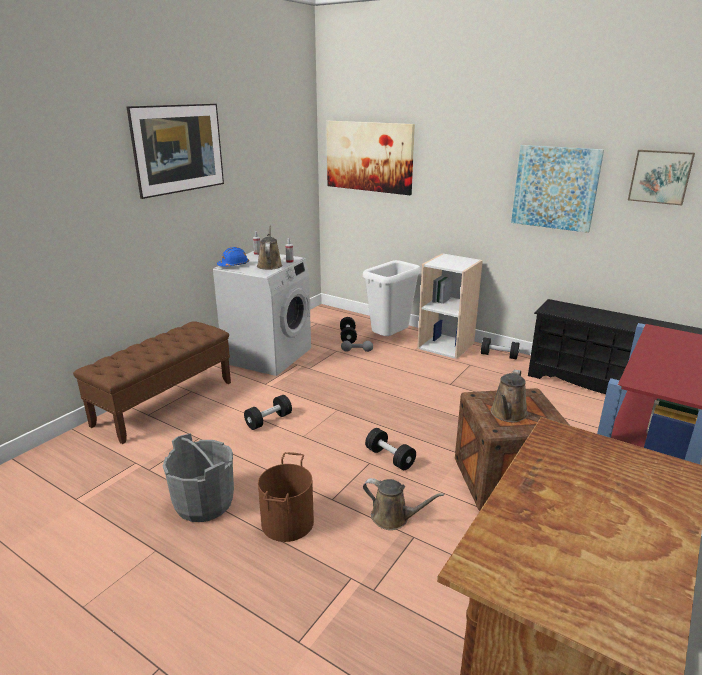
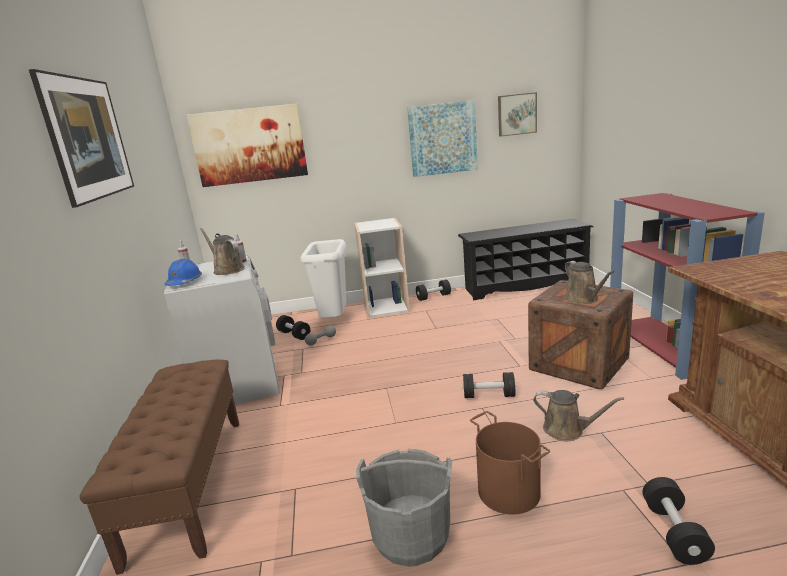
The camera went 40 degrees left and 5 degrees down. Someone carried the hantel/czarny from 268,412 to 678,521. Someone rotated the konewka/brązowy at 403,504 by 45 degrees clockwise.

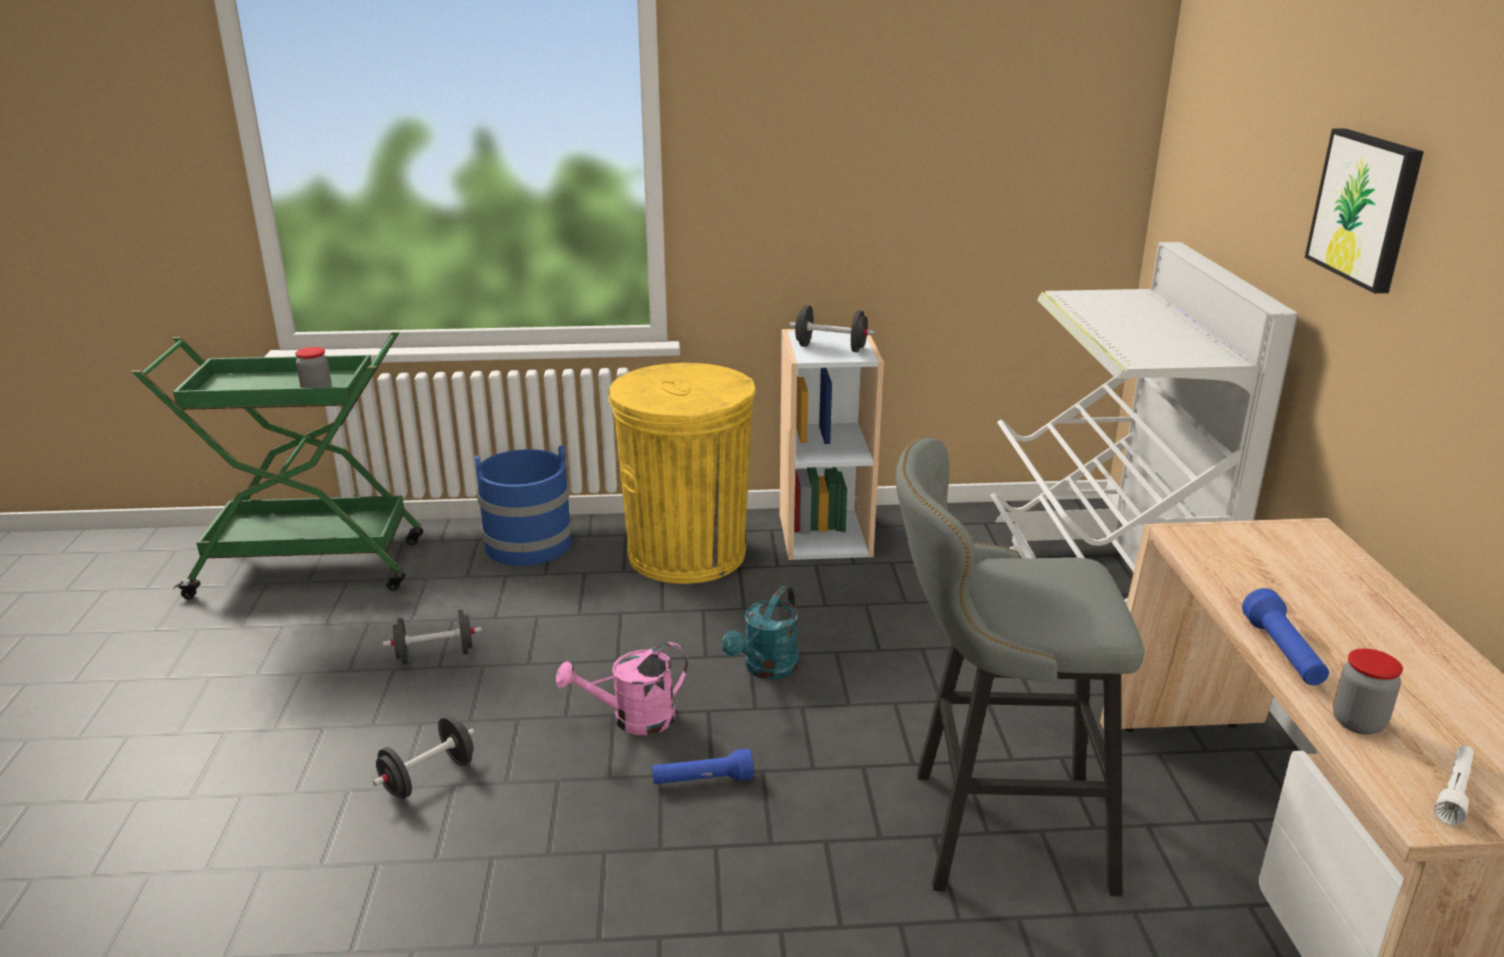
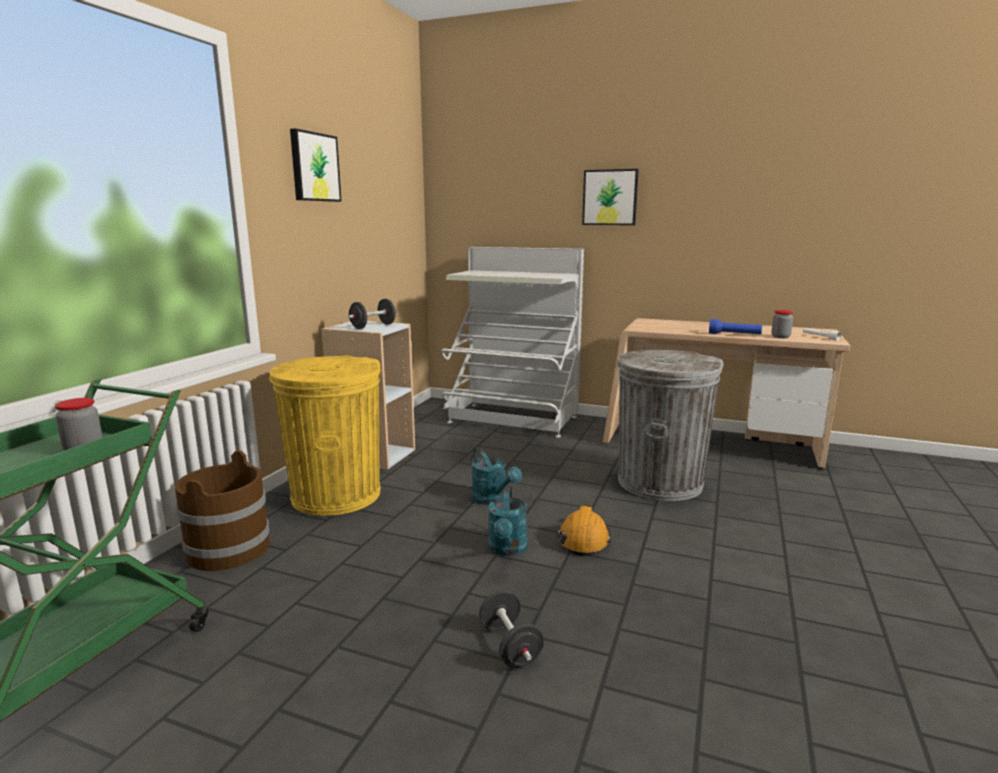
The camera went 65 degrees left and 10 degrees down. Someone took away the hantel/czarny at 432,636. Someone repainted the wiadro/niebieski at 523,505, which became the wiadro/brązowy at 222,510. Someone repainted the konewka/różowy at 622,688, which became the konewka/turkusowy at 508,521. Someone swapped the latarka/niebieski at 703,766 for the kask/pomarańczowy at 584,530. Someone swapped the stołek/szary at 1019,666 for the kosz na śmieci/szary at 670,425. Someone put up the obraz at 316,165.

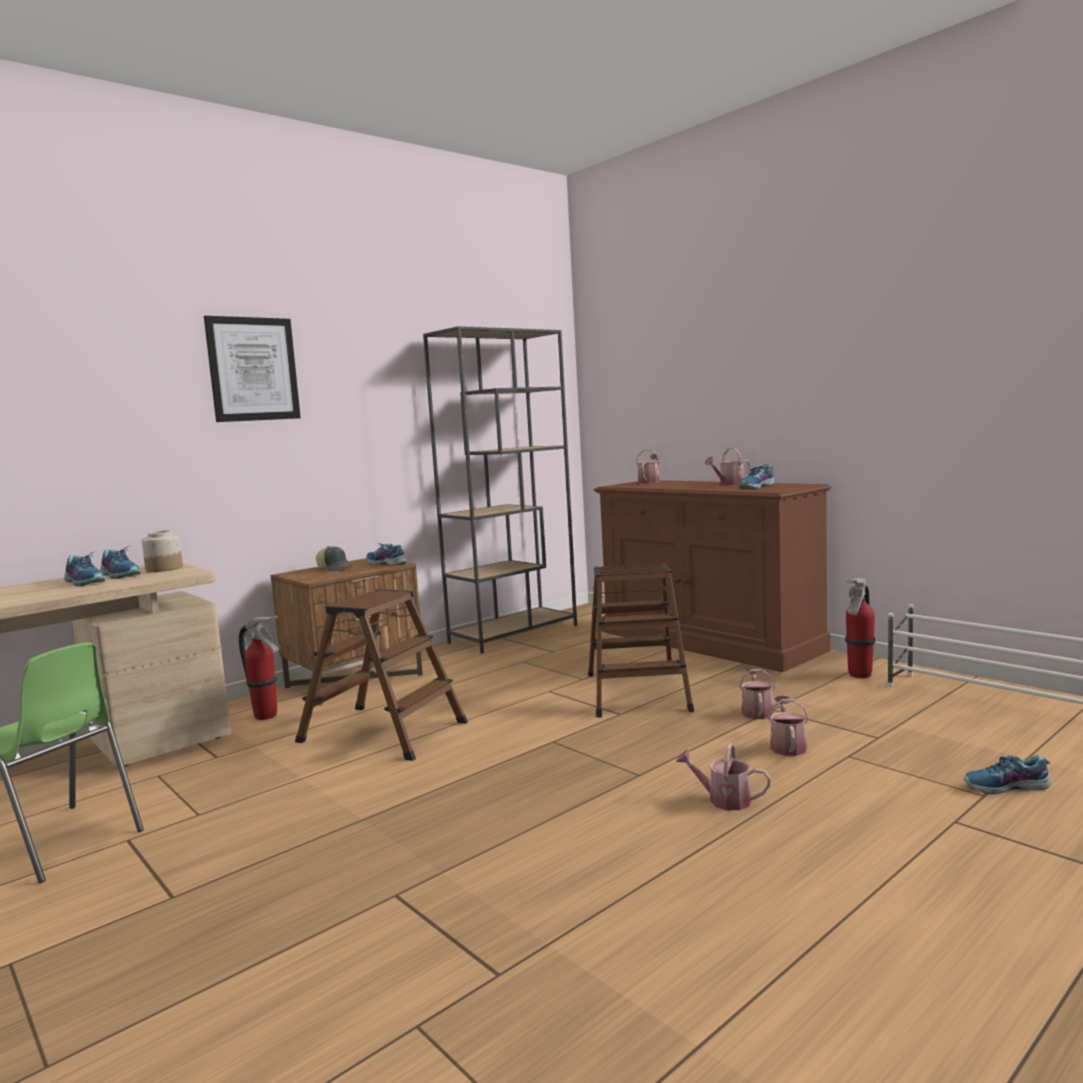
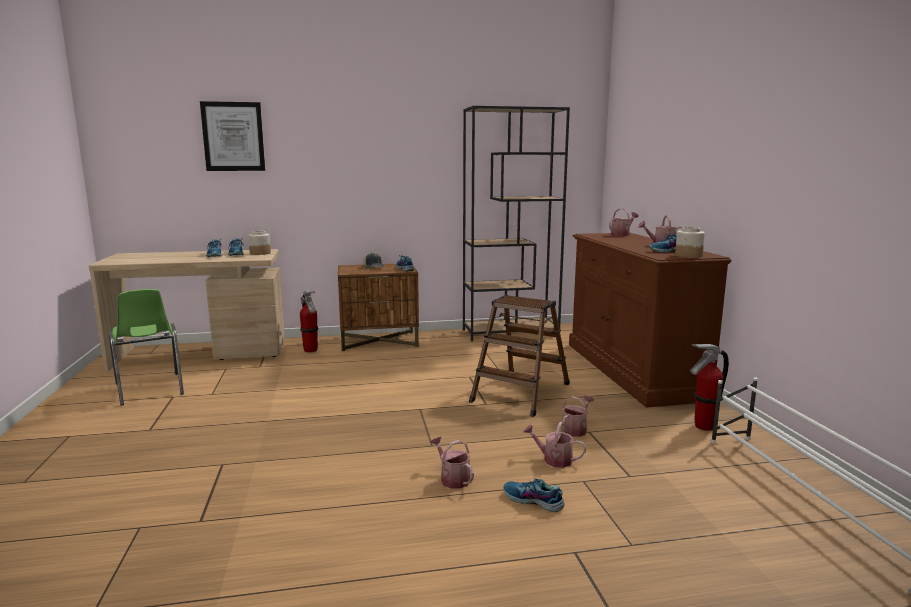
The camera went 30 degrees right and 5 degrees up. Someone carried the obraz from 252,369 to 232,136. Someone took away the drabinka/brązowy at 381,675. Someone rotated the konewka at 788,726 by 105 degrees counterclockwise. Someone carried the but from 1007,774 to 534,495. Someone put down the słoik at 690,242.

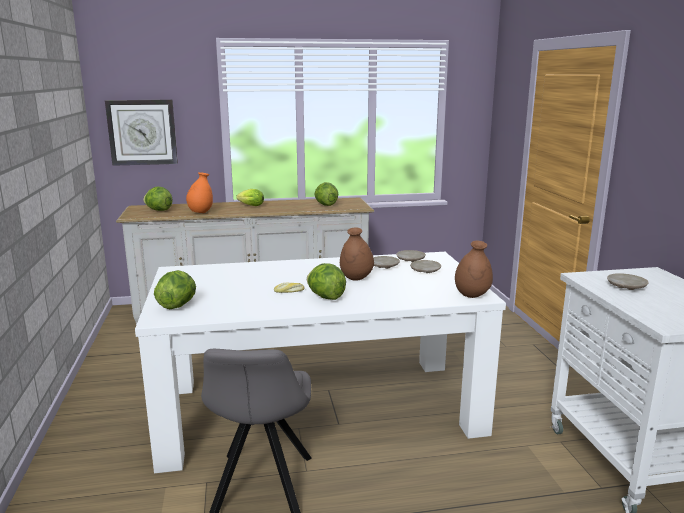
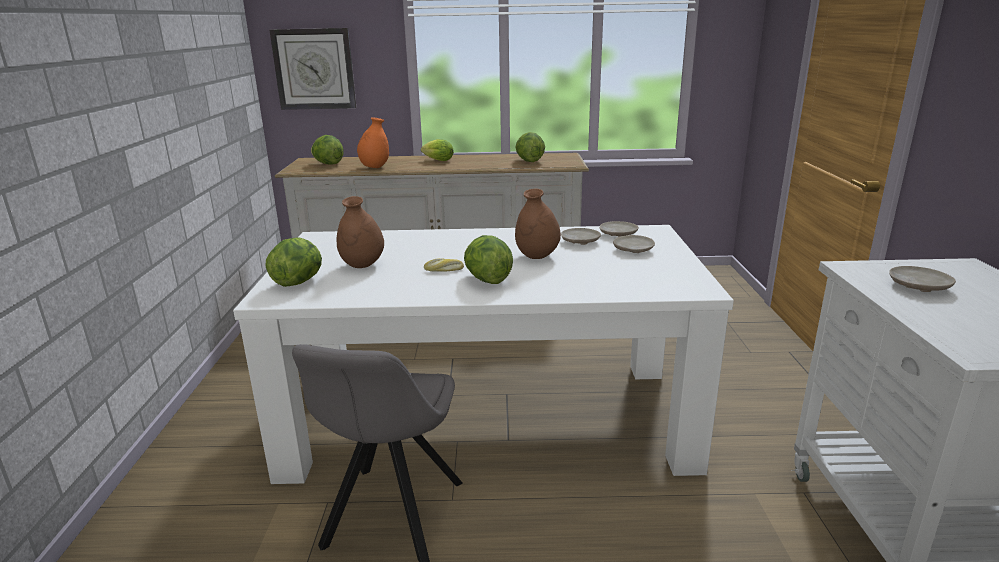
The camera went 10 degrees right and 5 degrees up. Someone carried the wazon/brązowy from 474,269 to 360,232.

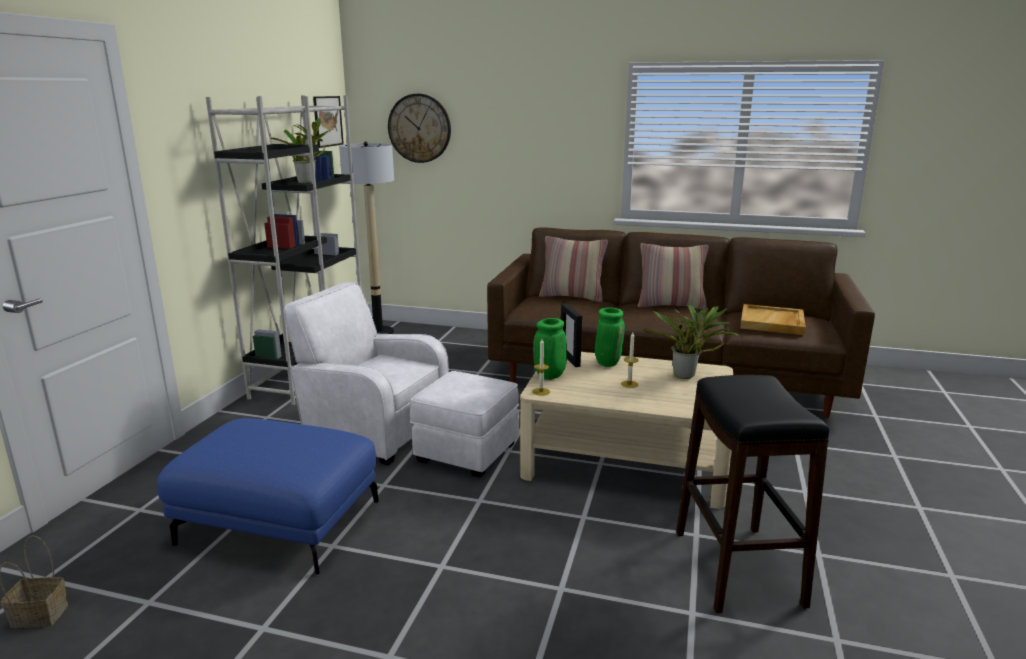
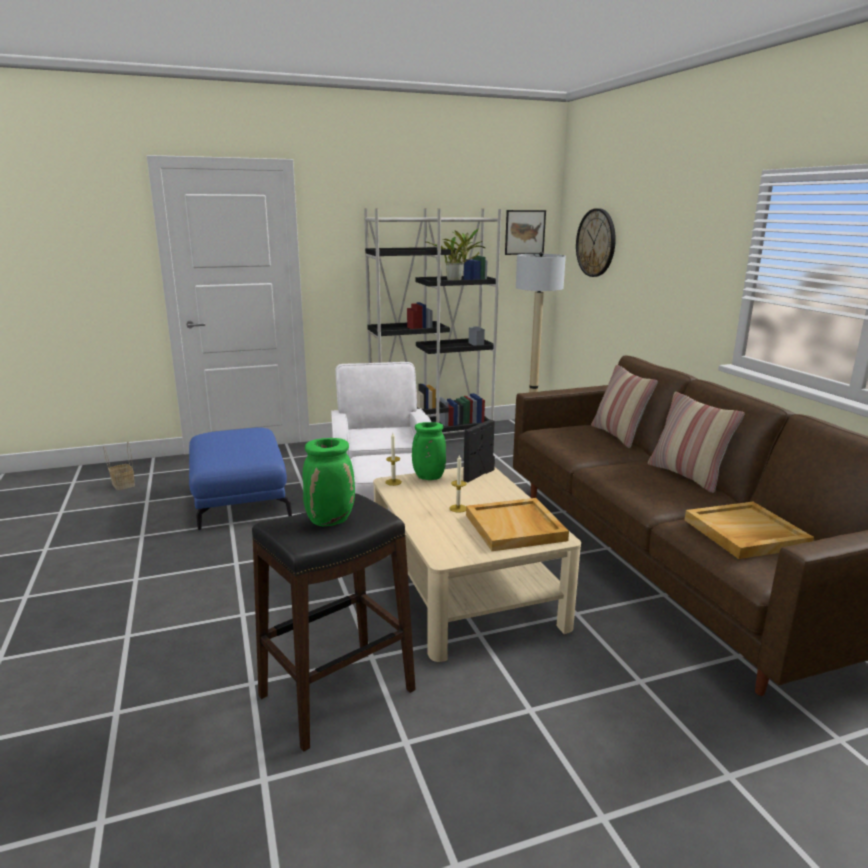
The camera went 55 degrees right and 0 degrees up. Someone carried the wazon/zielony from 610,337 to 329,482. Someone swapped the roślina doniczkowa at 692,342 for the taca/beżowy at 517,524.

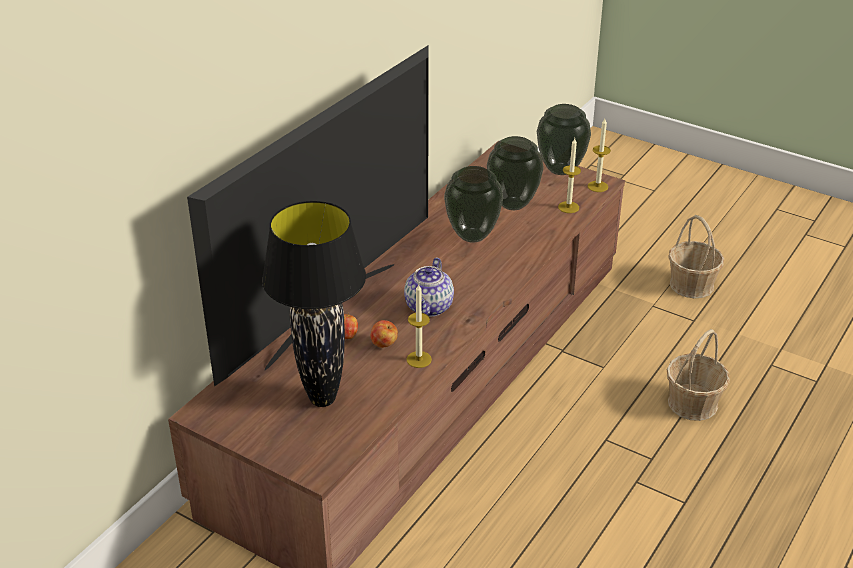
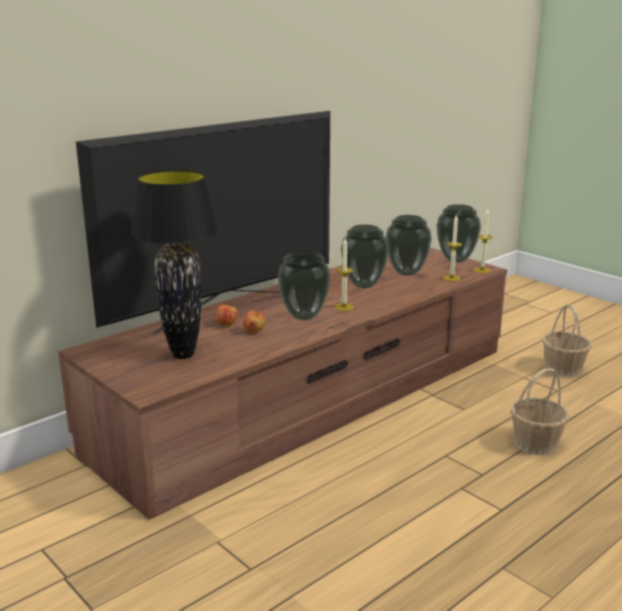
The camera went 15 degrees right and 15 degrees down. Someone swapped the imbryk at 429,287 for the wazon at 304,285. Someone carried the świeca from 419,326 to 344,274.

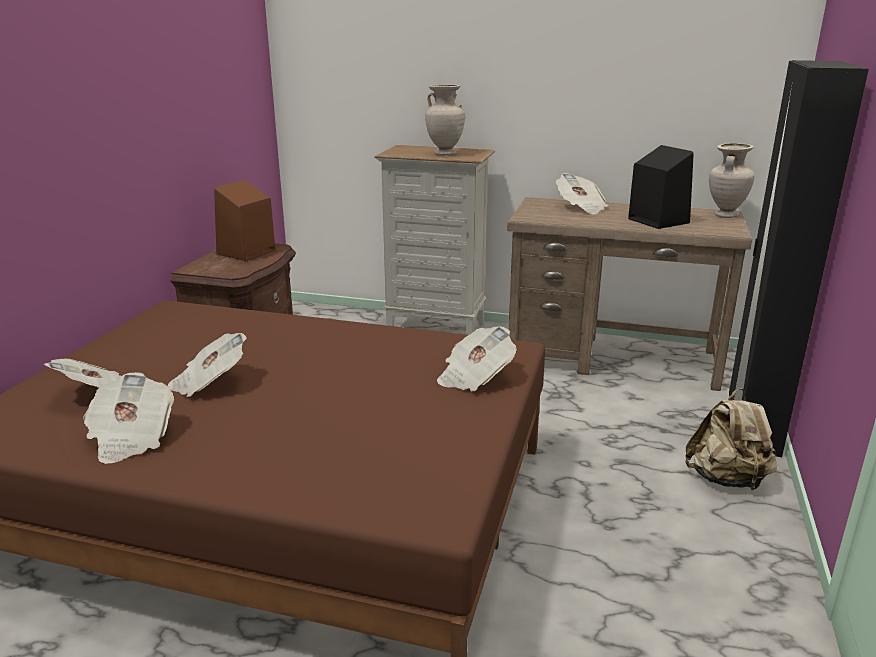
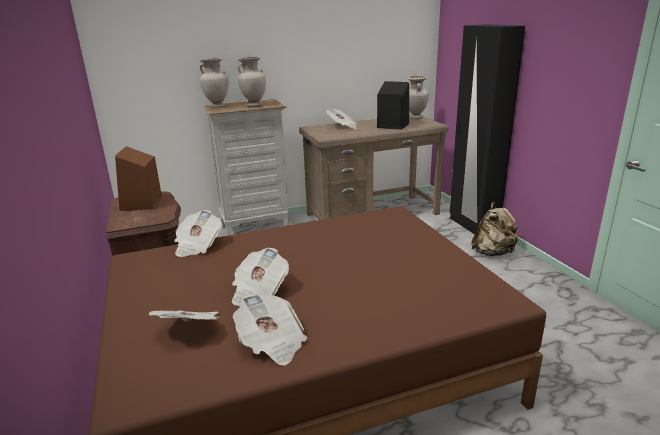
The camera went 35 degrees left and 0 degrees up. Someone carried the gazeta from 476,359 to 198,233. Someone put down the wazon/beżowy at 214,83.

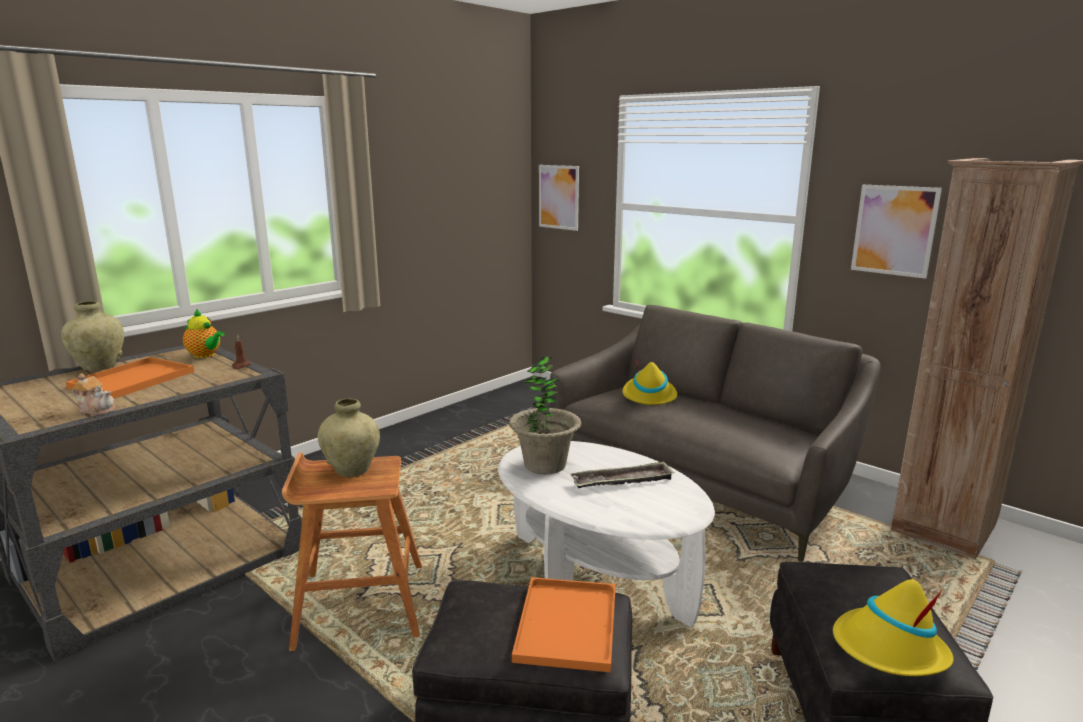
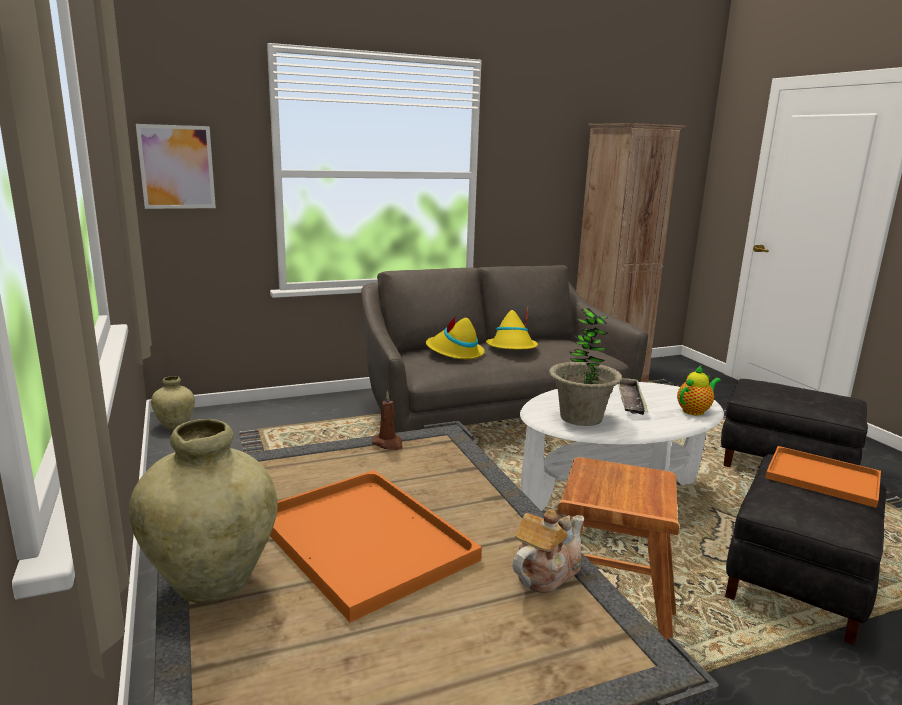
The camera went 65 degrees left and 0 degrees up. Someone carried the imbryk from 204,333 to 699,391. Someone carried the wazon/beżowy from 349,437 to 173,402. Someone carried the kapelusz/żółty from 893,627 to 512,329. Someone took away the obraz at 896,232.

